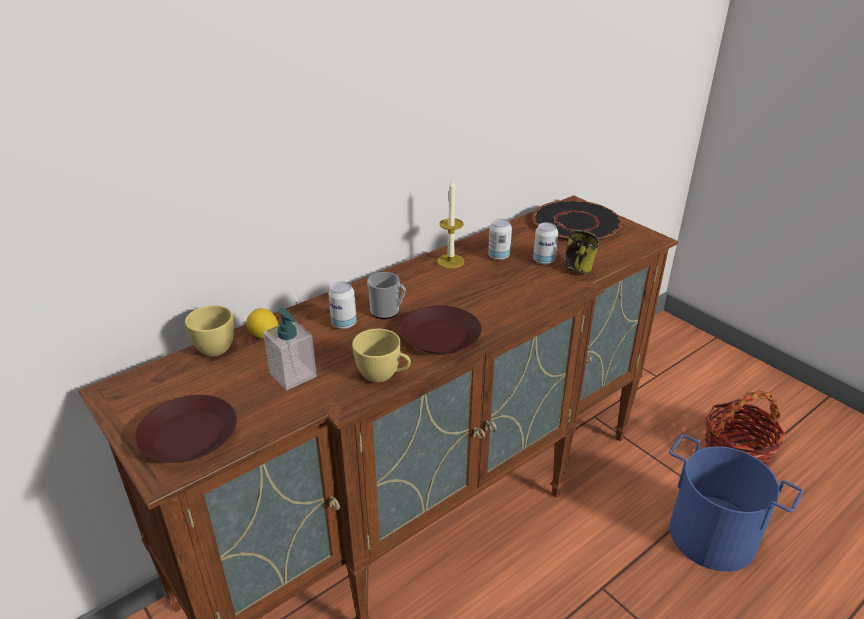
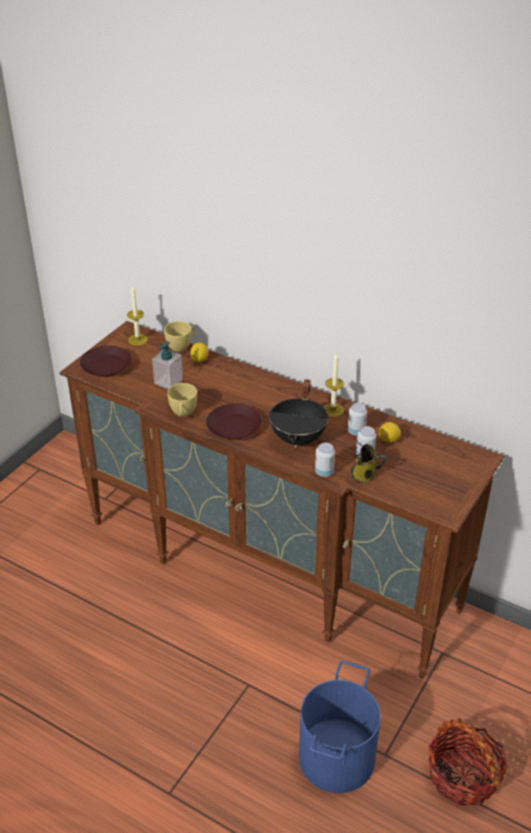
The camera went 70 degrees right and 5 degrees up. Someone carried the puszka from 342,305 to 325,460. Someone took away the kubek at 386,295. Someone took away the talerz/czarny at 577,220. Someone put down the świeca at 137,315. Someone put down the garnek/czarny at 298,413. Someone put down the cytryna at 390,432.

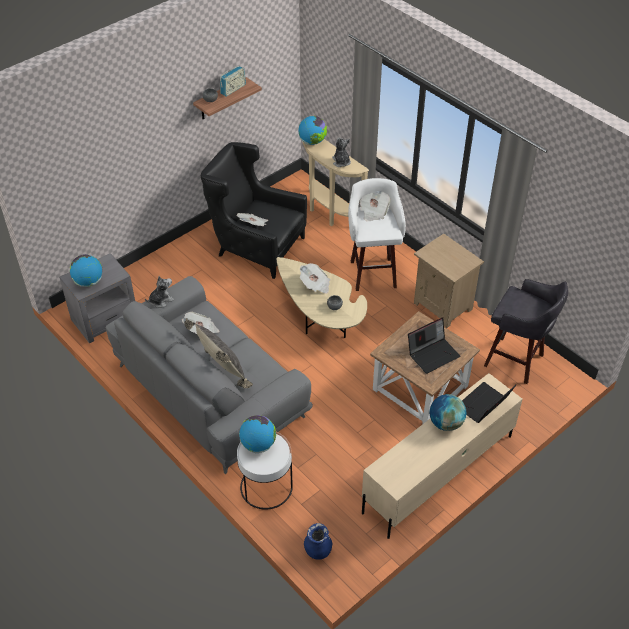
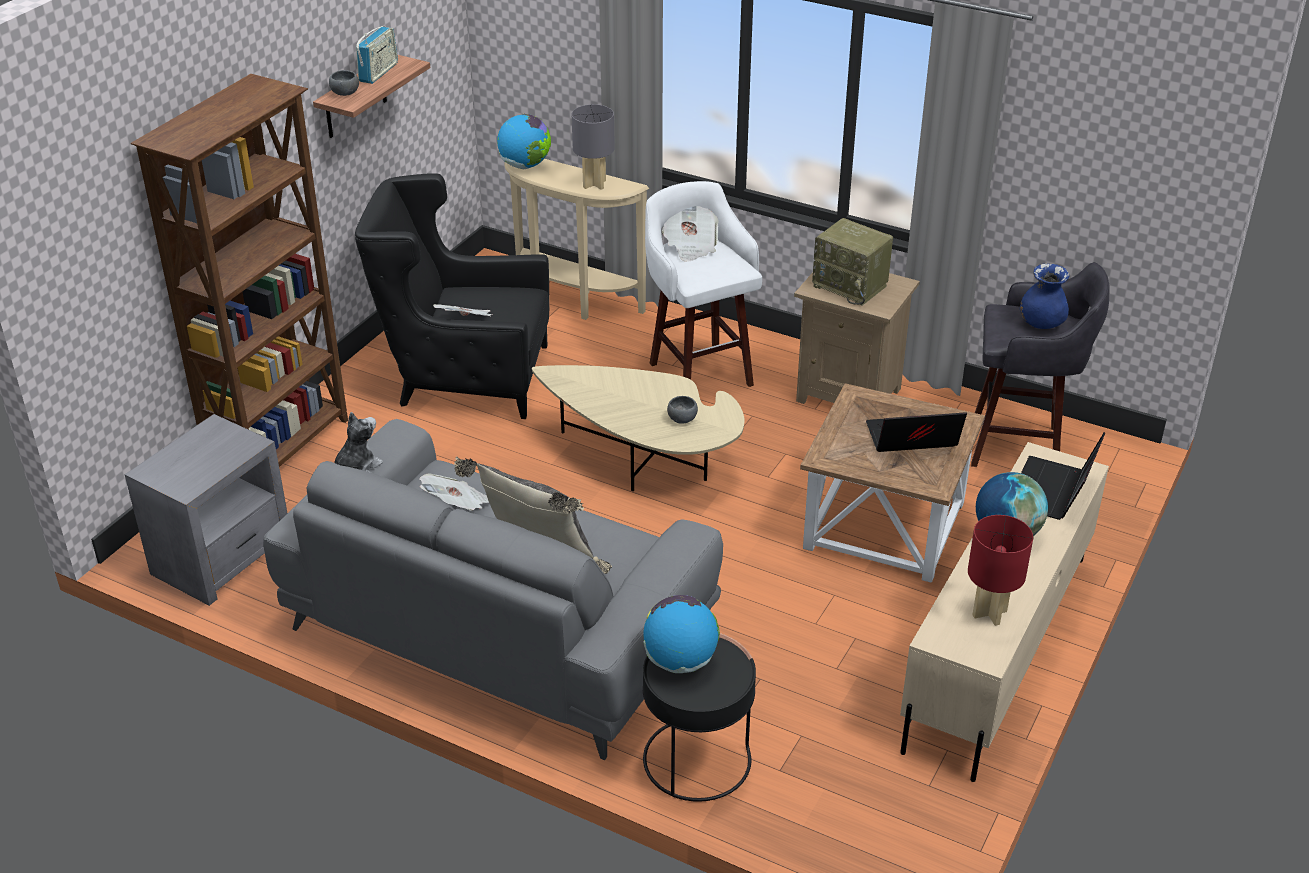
The camera went 20 degrees left and 10 degrees down. Someone took away the globus at 86,270. Someone repainted the stolik/biały at 265,471, which became the stolik/czarny at 699,717. Someone took away the gazeta at 315,278. Someone carried the wazon/niebieski from 318,541 to 1045,296. Someone swapped the pluszak at 341,152 for the lampa stołowa/szary at 593,147. Someone rotated the laptop at 434,345 by 135 degrees counterclockwise. Someone put down the regał/brązowy at 239,270. Someone put down the radio at 852,262. Someone put down the lampa stołowa/czerwony at 1000,570.

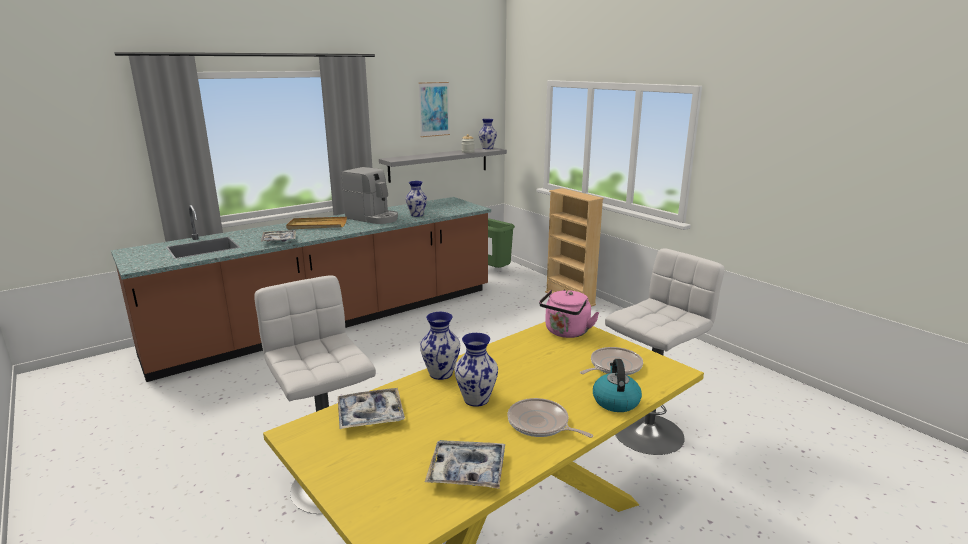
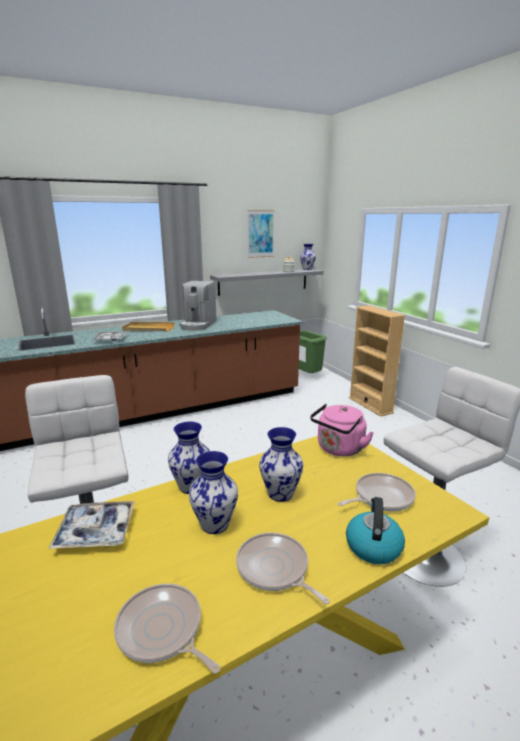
The camera went 10 degrees right and 0 degrees up. Someone rotated the ekspres do kawy at 369,195 by 60 degrees clockwise. Someone carried the wazon from 416,199 to 281,464. Someone swapped the taca at 465,464 for the patelnia at 167,628.

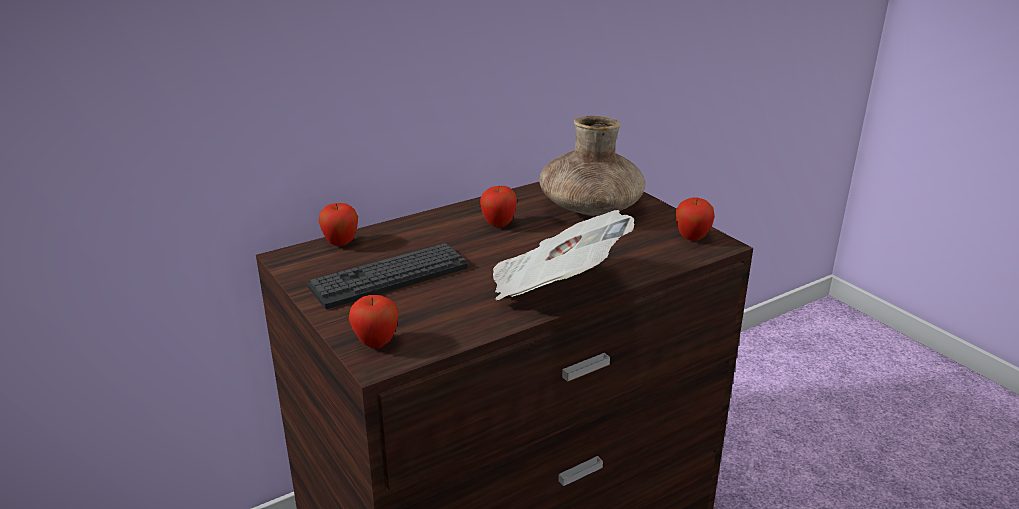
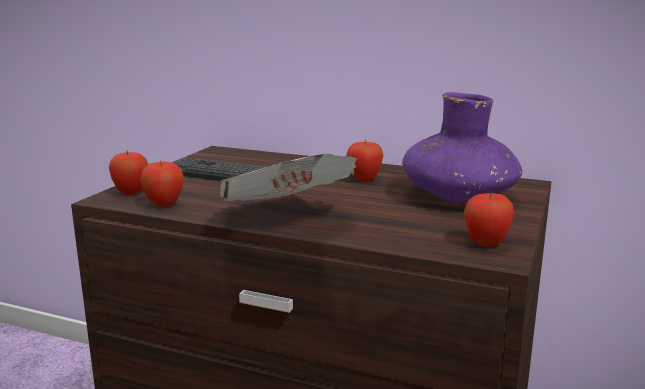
The camera went 55 degrees right and 10 degrees down. Someone carried the jabłko from 338,224 to 162,183. Someone repainted the wazon/brązowy at 592,165, which became the wazon/fioletowy at 462,148.

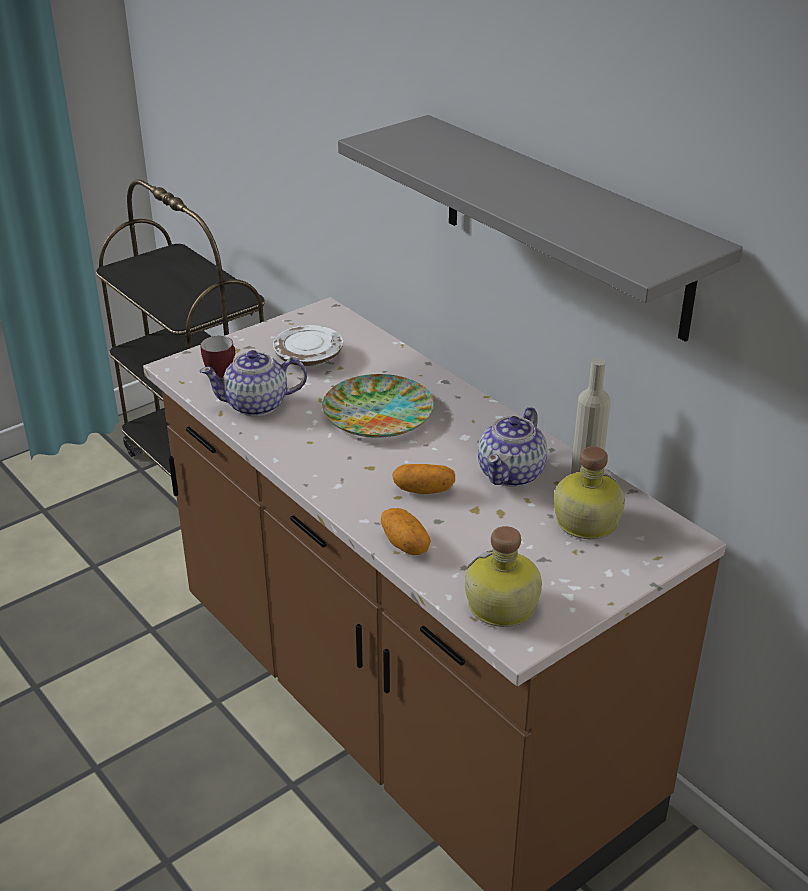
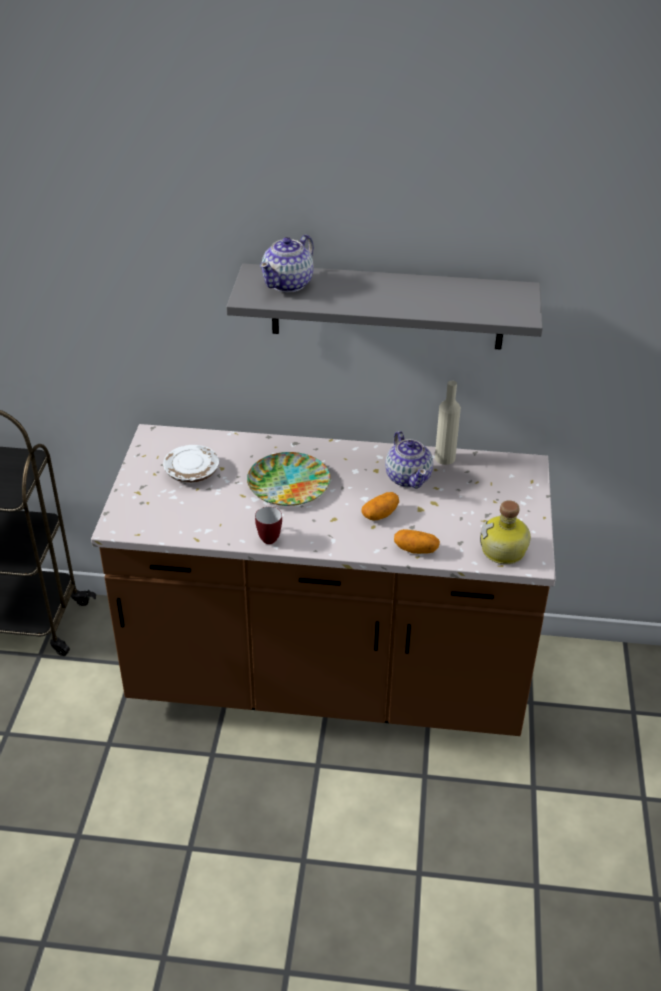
The camera went 45 degrees left and 5 degrees up. Someone carried the kubek from 217,357 to 268,525. Someone carried the imbryk from 253,383 to 287,263. Someone took away the butelka at 589,493.

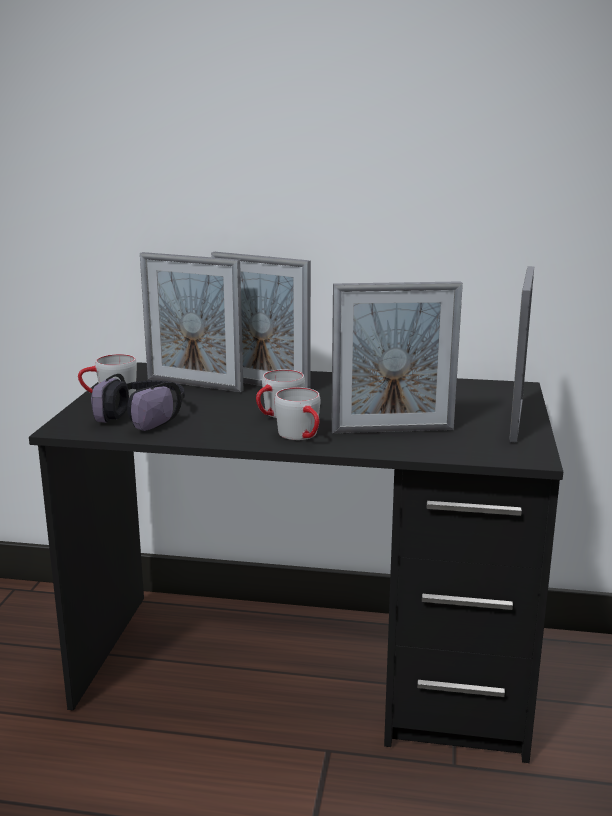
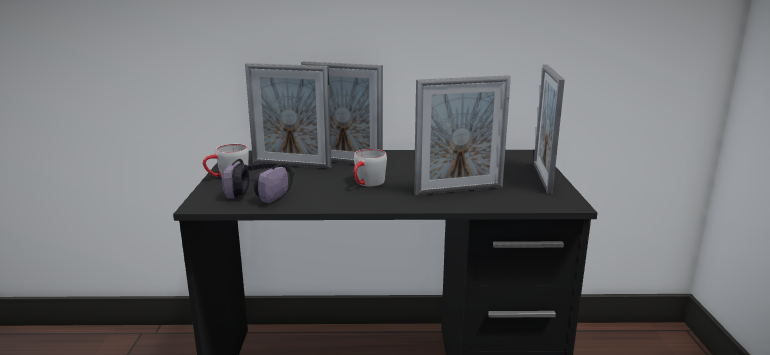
The camera went 10 degrees left and 0 degrees up. Someone took away the kubek/szary at 297,413.

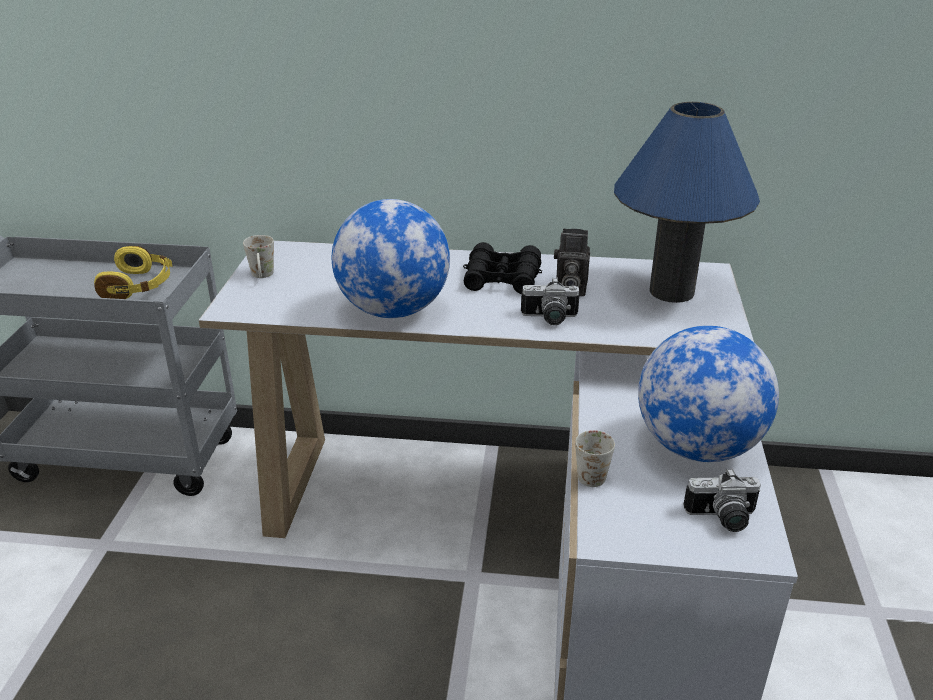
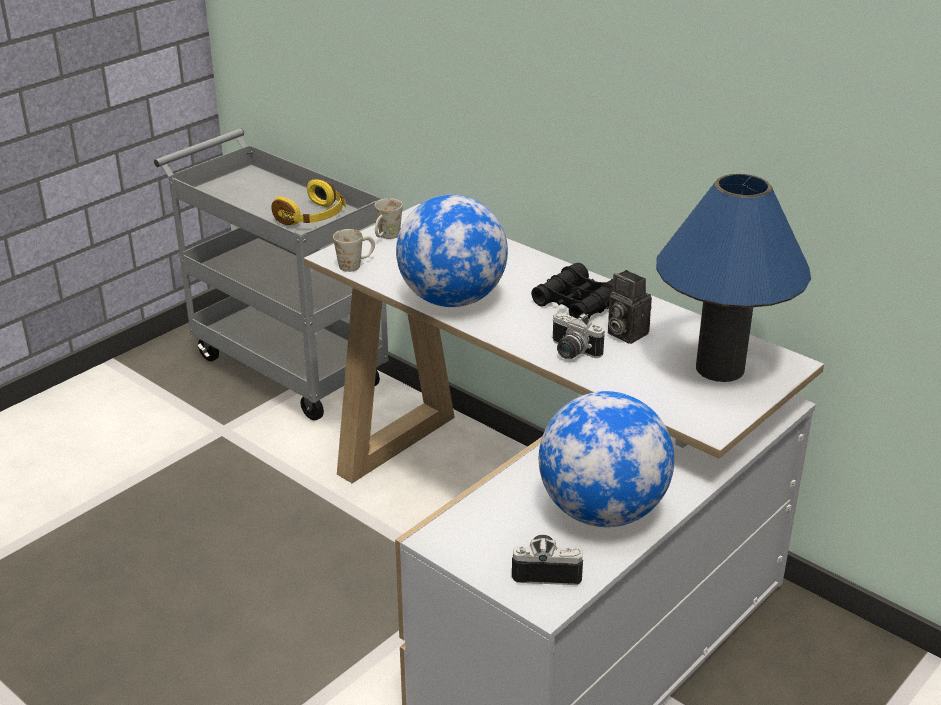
The camera went 35 degrees right and 0 degrees up. Someone carried the kubek/biały from 595,458 to 354,250. Someone rotated the aparat fotograficzny at 722,500 by 150 degrees clockwise.

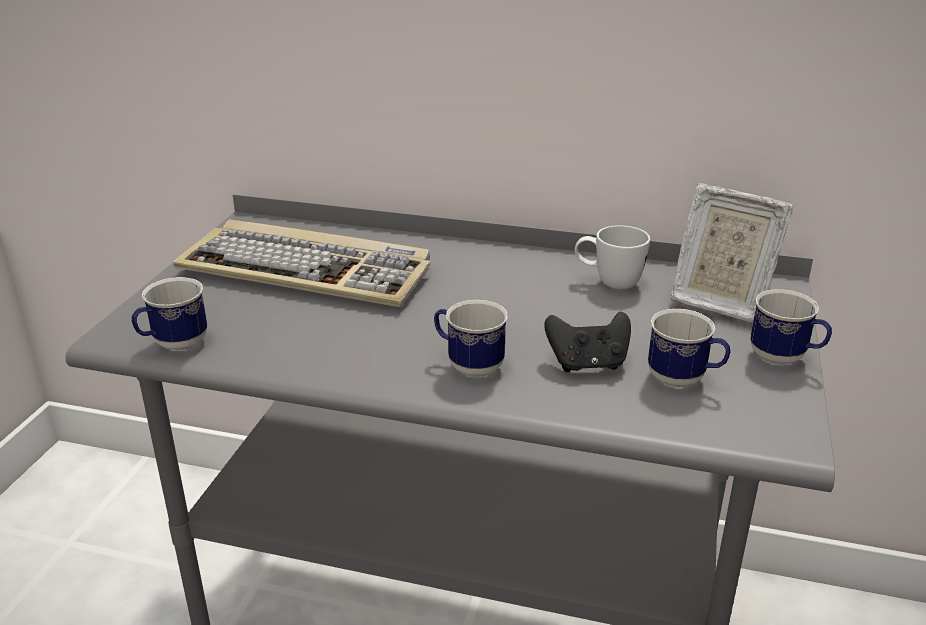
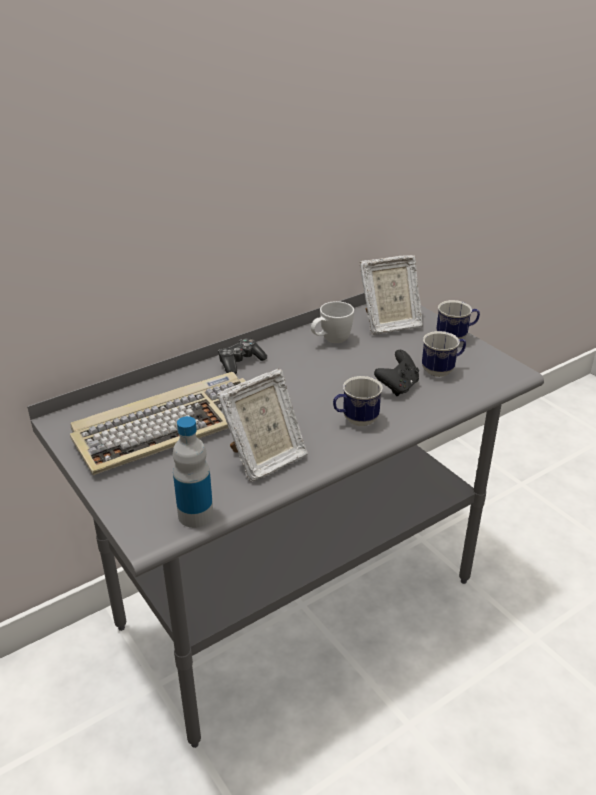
The camera went 50 degrees left and 5 degrees up. Someone swapped the kubek at 169,314 for the butelka at 193,472. Someone put down the ramka na zdjęcie at 262,425. Someone put down the pad do gier at 242,356.

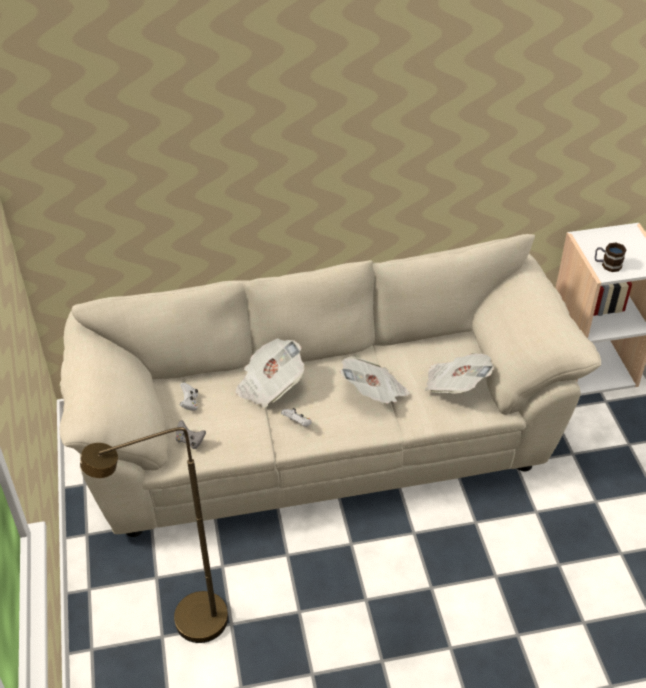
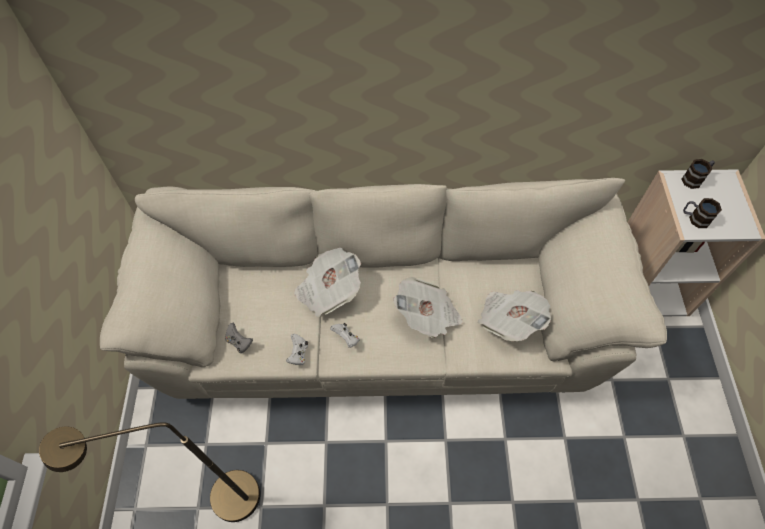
The camera went 10 degrees right and 15 degrees up. Someone carried the pad do gier/biały from 189,396 to 297,349. Someone put down the kubek at 698,174.

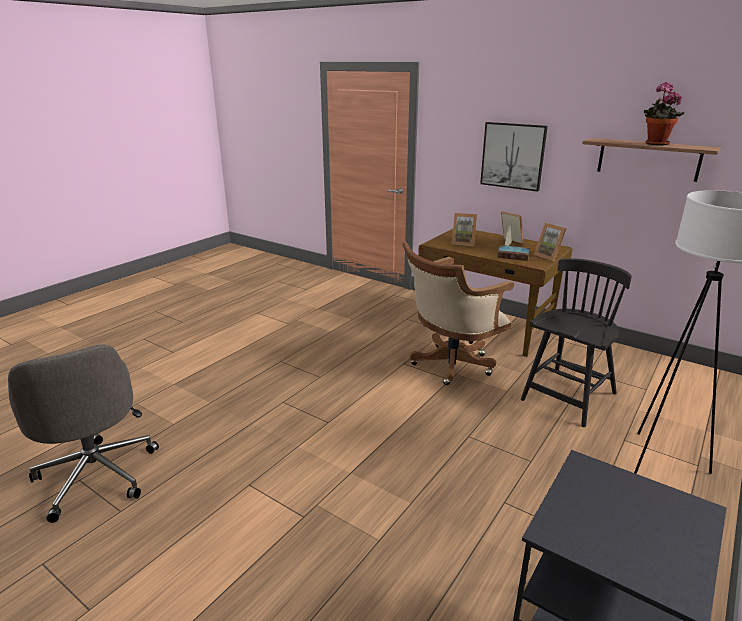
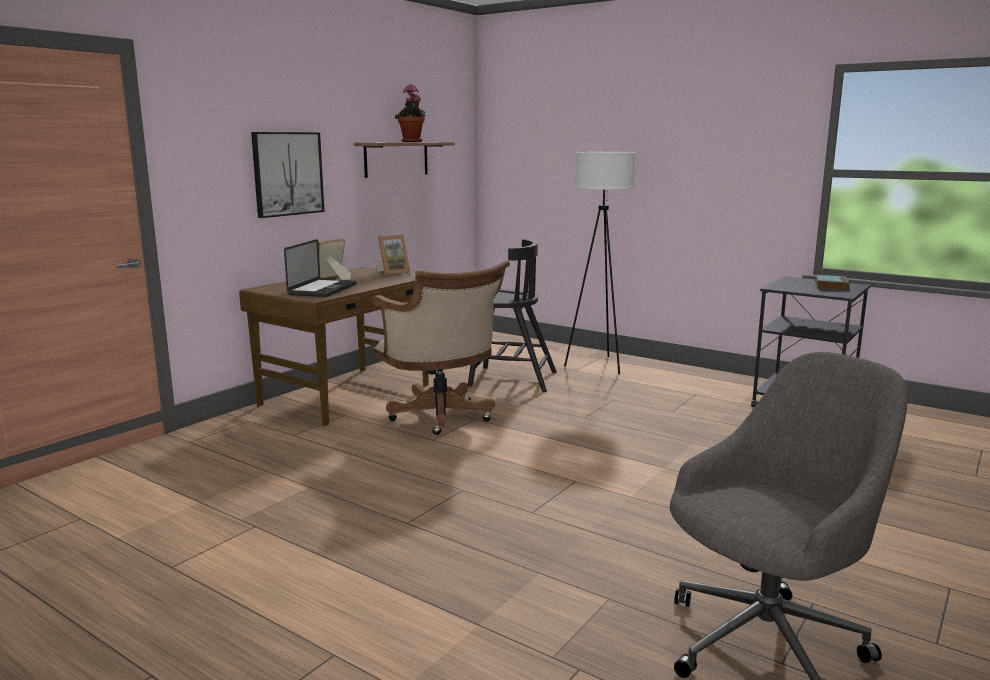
The camera went 90 degrees left and 10 degrees down. Someone swapped the ramka na zdjęcie at 464,229 for the laptop at 320,268. Someone carried the książka from 513,253 to 832,283. Someone rotated the krzesło/czarny at 576,342 by 150 degrees clockwise.

